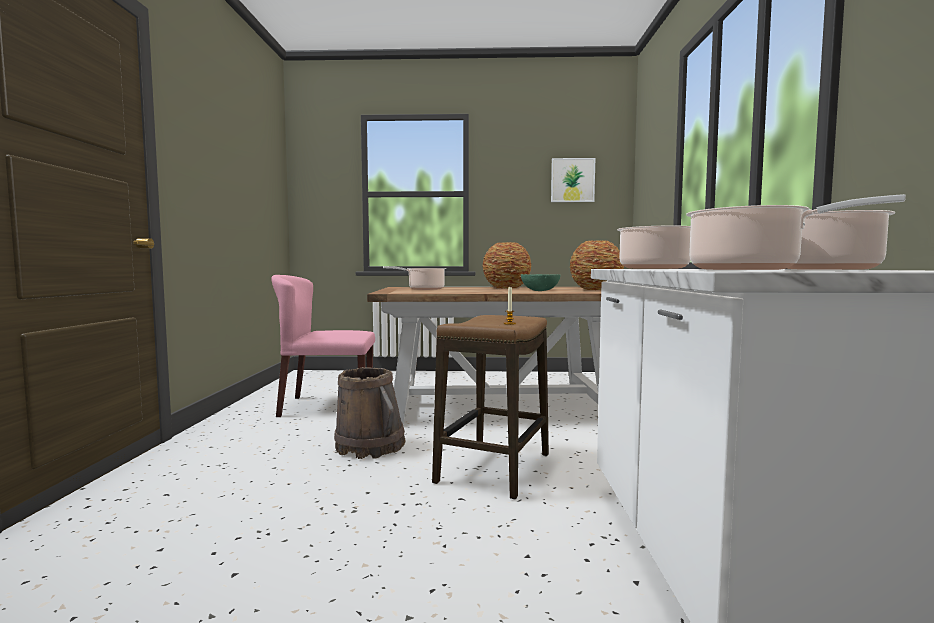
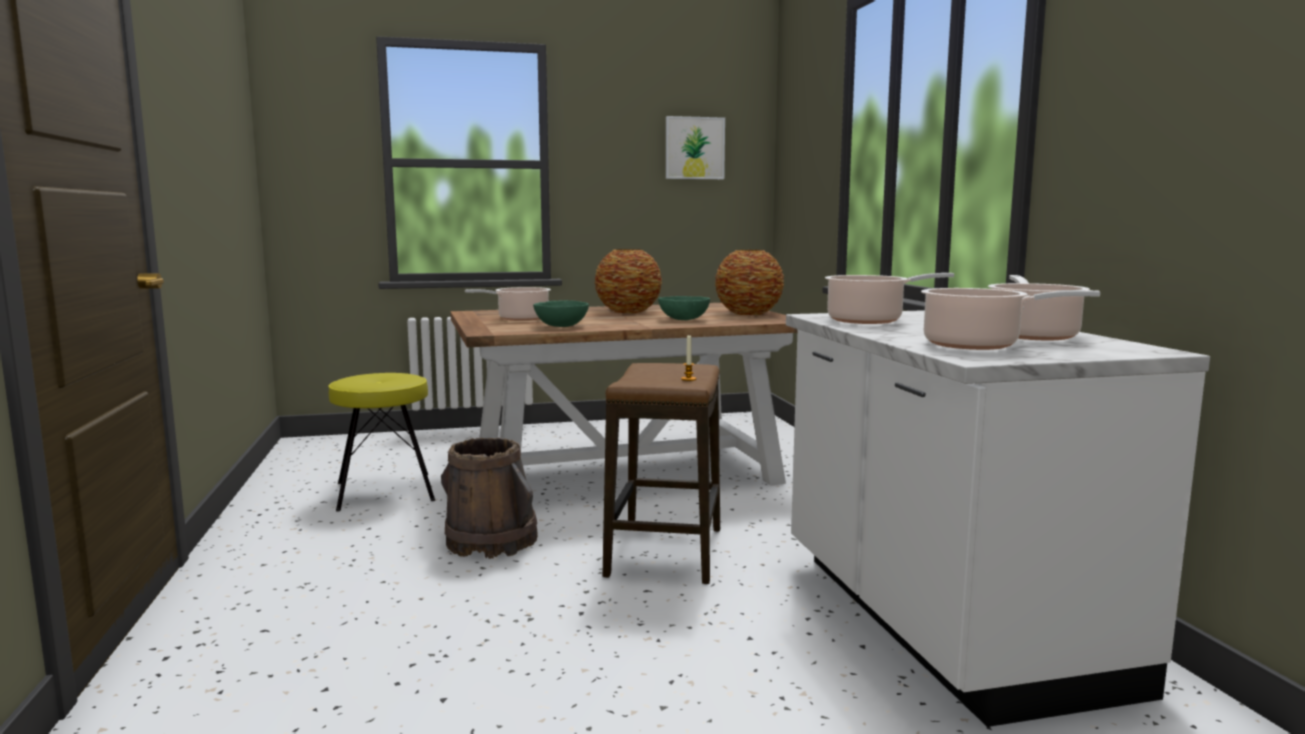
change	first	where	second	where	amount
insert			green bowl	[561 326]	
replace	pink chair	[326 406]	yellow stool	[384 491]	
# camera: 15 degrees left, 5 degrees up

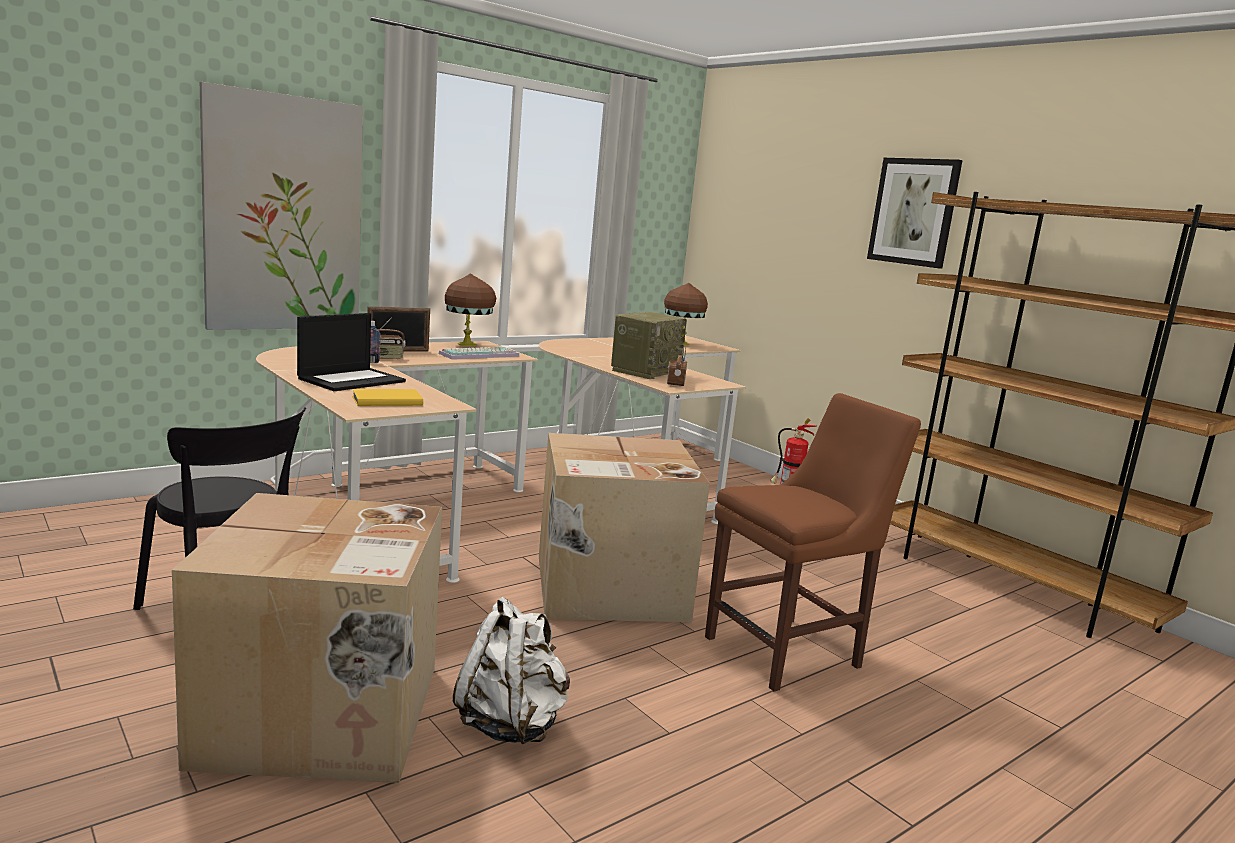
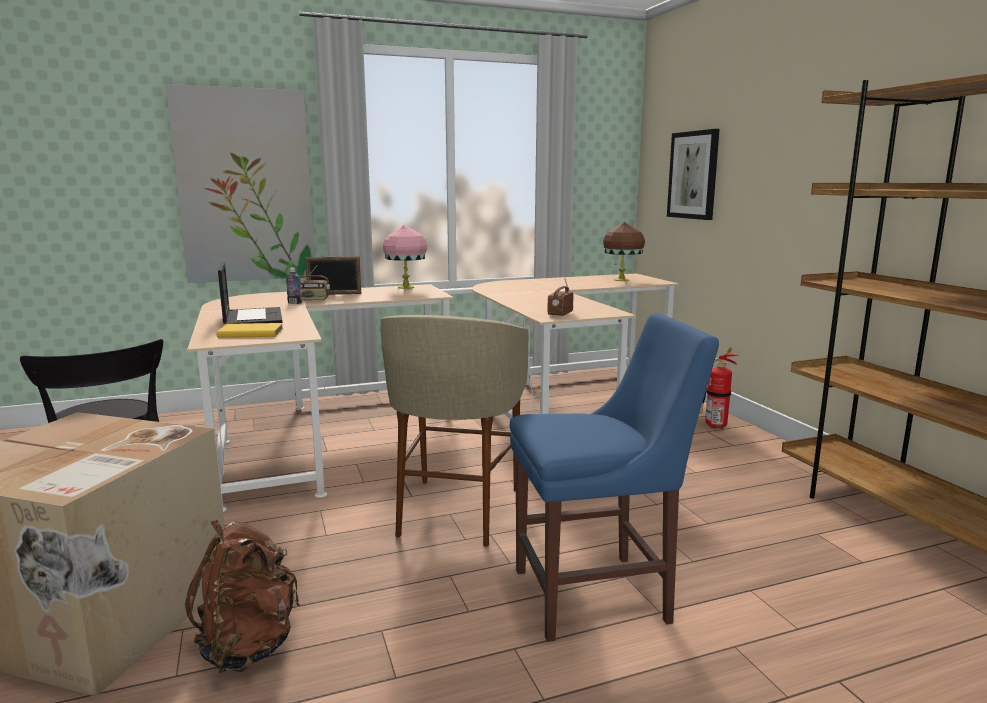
change	first	where	second	where	amount
delete	keyboard	[479 354]			
delete	radio	[646 371]			
move	picture	[914 212]		[693 175]	
replace	cardboard box	[608 588]	beige stool	[456 511]	
recolor	brown table lamp	[467 344]	pink table lamp	[407 287]	
recolor	white backpack	[511 723]	brown backpack	[249 645]	
recolor	brown chair	[789 651]	blue chair	[598 595]	
rotate	laptop	[352 380]		[252 317]	75 degrees counterclockwise
# camera: 20 degrees right, 0 degrees up

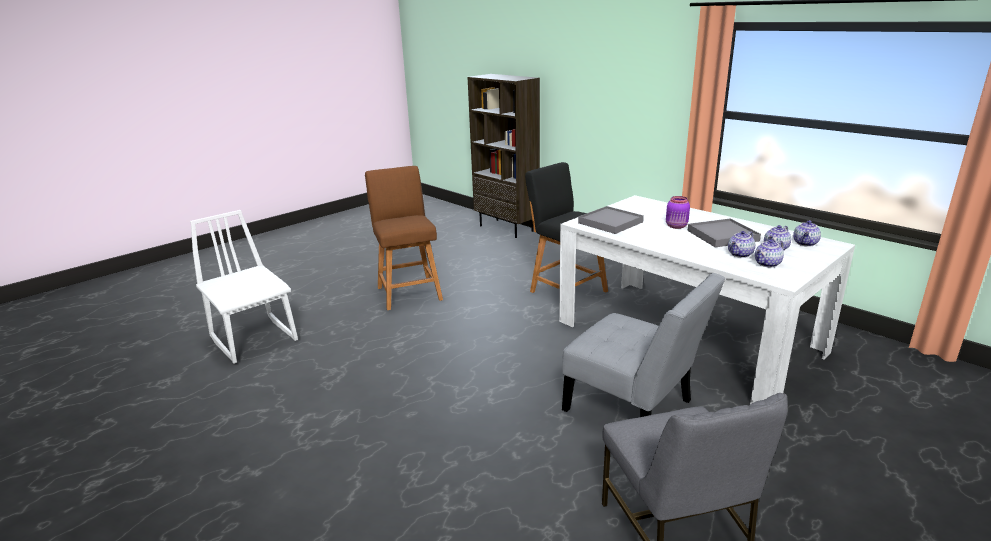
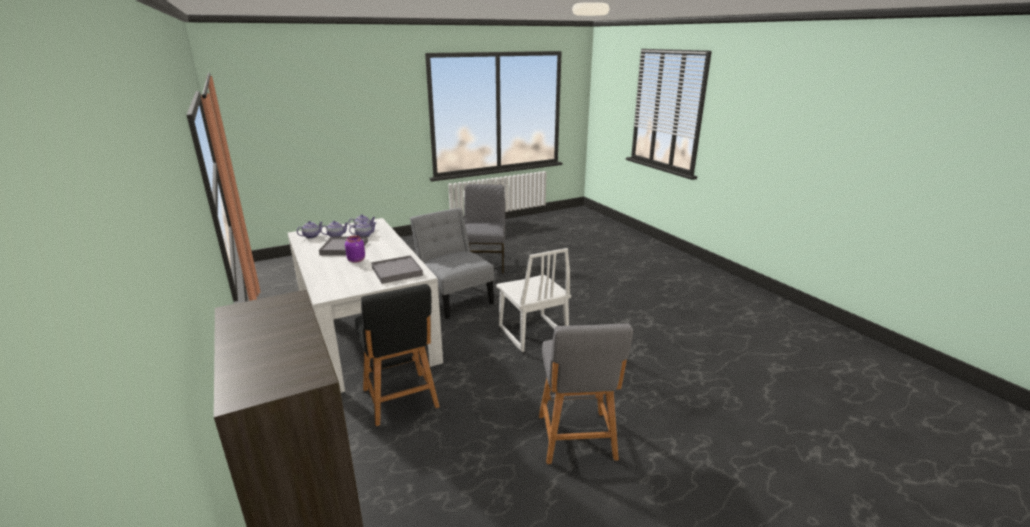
change	first	where	second	where	amount
move	white chair	[255 339]		[532 333]	
recolor	brown stool	[408 292]	grey stool	[577 440]	
# camera: 165 degrees left, 0 degrees up

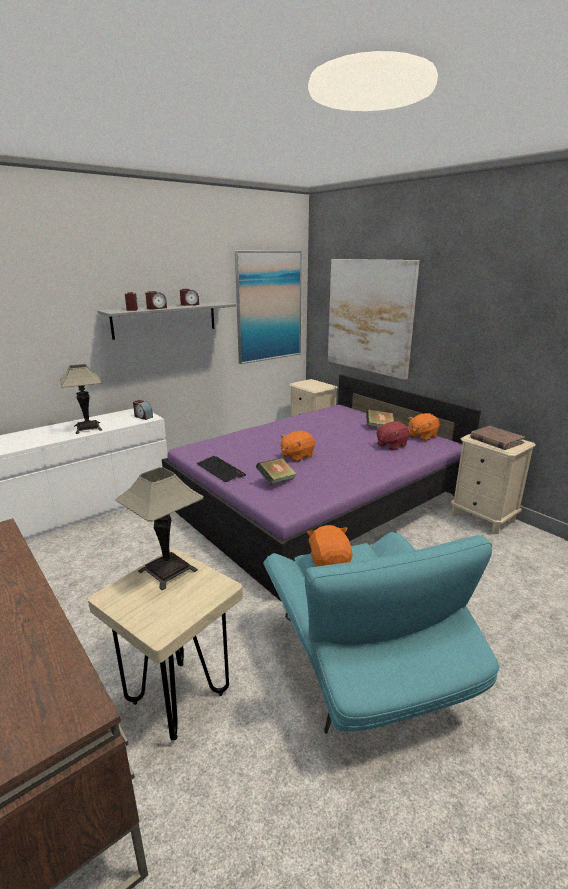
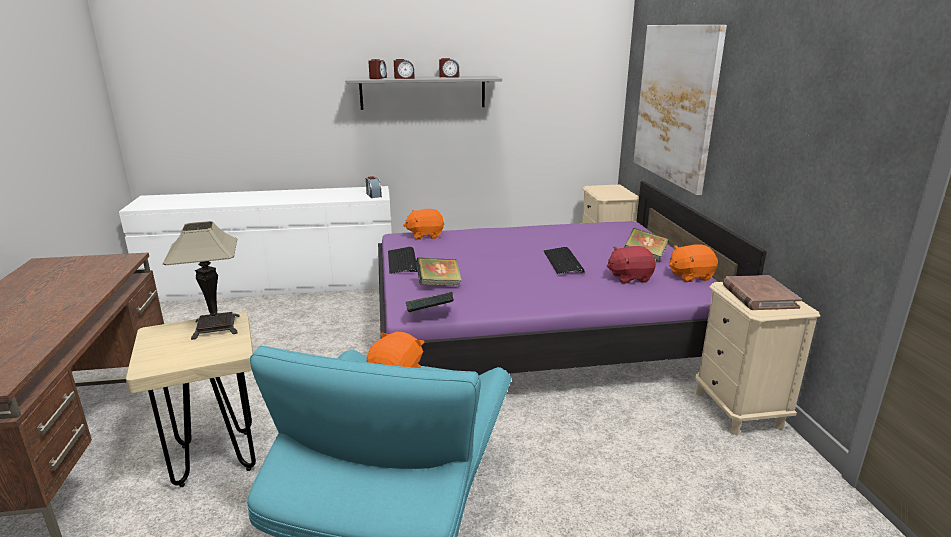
change	first	where	second	where	amount
delete	table lamp	[88 428]			
delete	picture	[269 306]			
insert			book	[430 316]	
insert			keyboard	[563 261]	
move	orange plush toy	[296 456]		[425 235]	
# camera: 30 degrees right, 0 degrees up

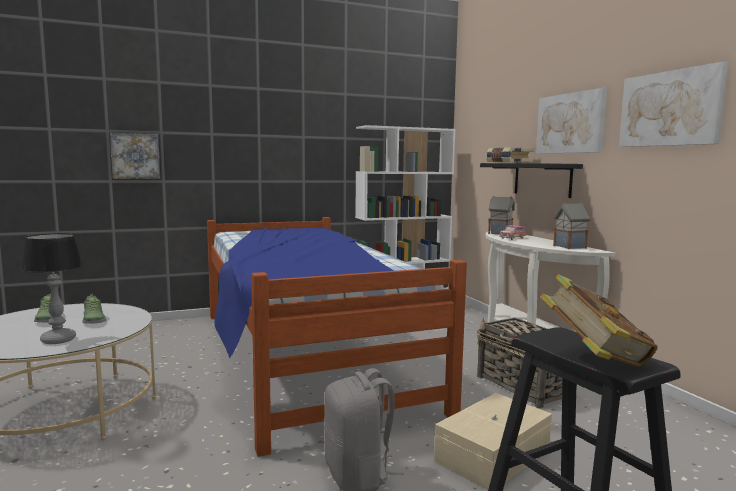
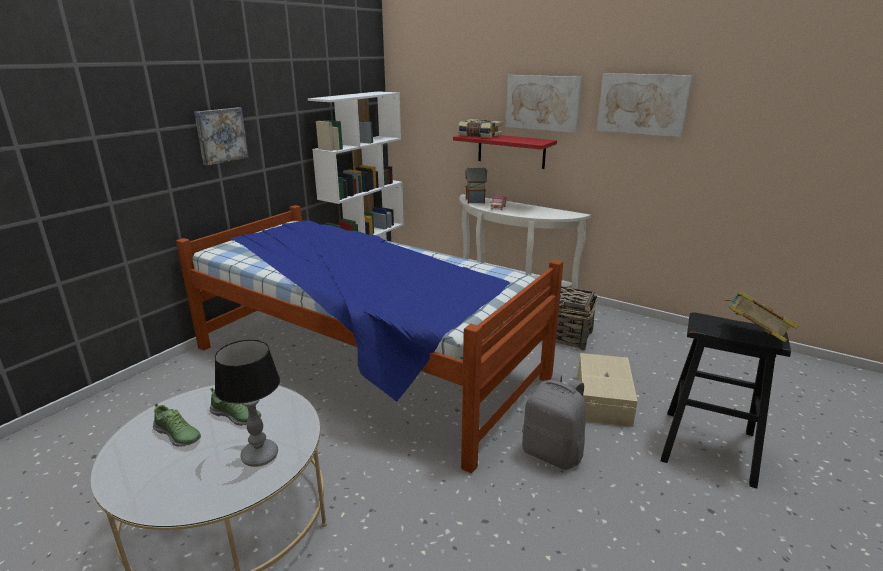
change	first	where	second	where	amount
delete	toy house	[570 247]			
move	picture	[135 156]		[220 135]	
recolor	black shelf	[542 179]	red shelf	[511 150]	
# camera: 35 degrees left, 15 degrees up

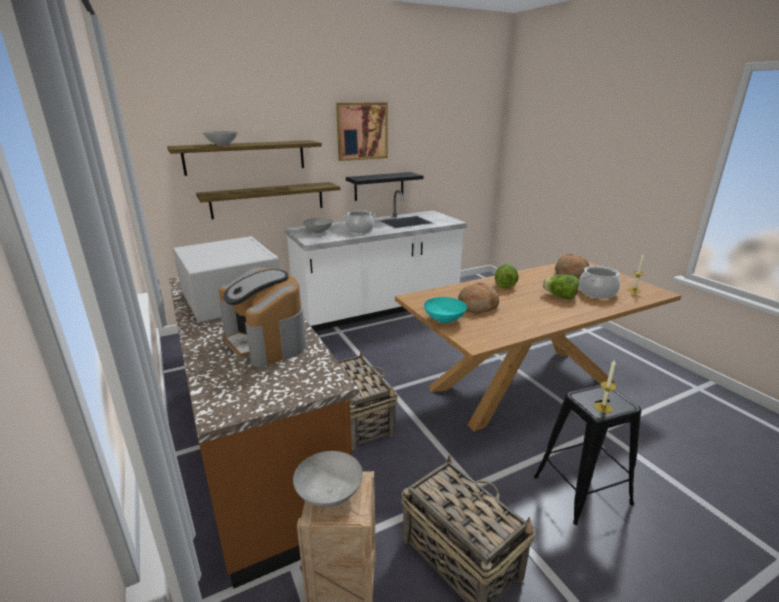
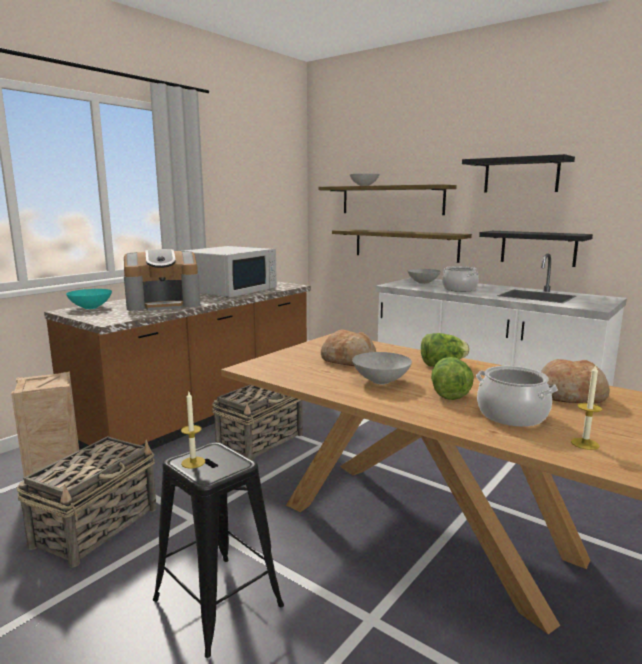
change	first	where	second	where	amount
move	grey bowl	[328 493]		[381 381]	
move	turquoise bowl	[443 320]		[91 307]	
replace	picture	[362 131]	black shelf	[521 175]	
rotate	coffee machine	[266 341]		[164 304]	135 degrees counterclockwise
# camera: 65 degrees right, 10 degrees down

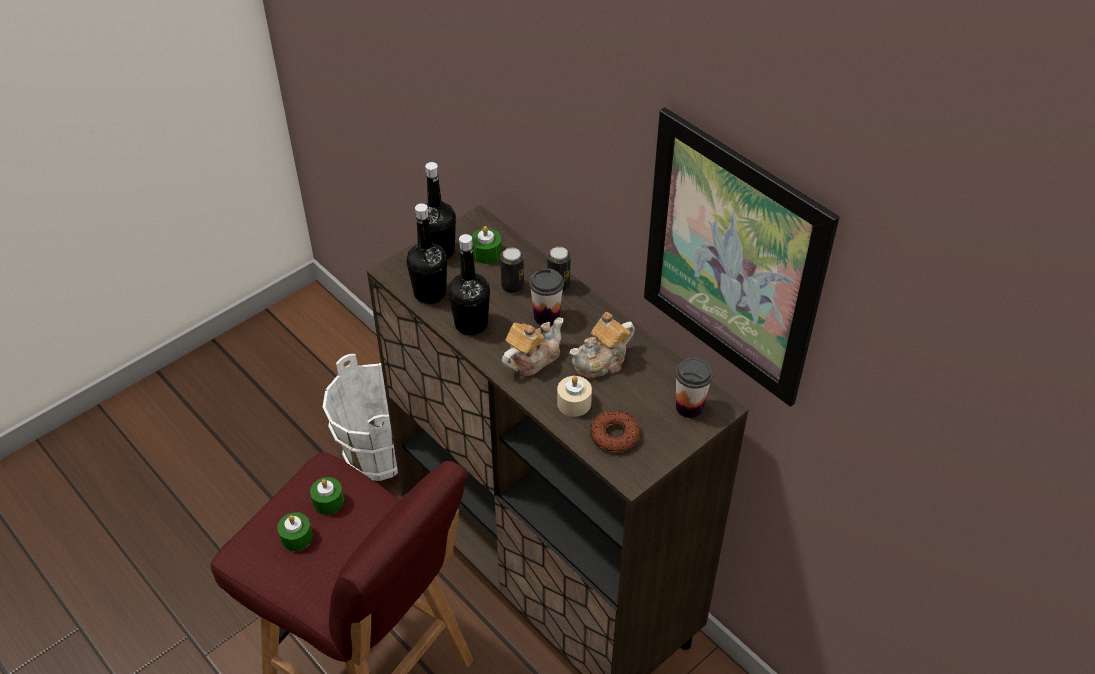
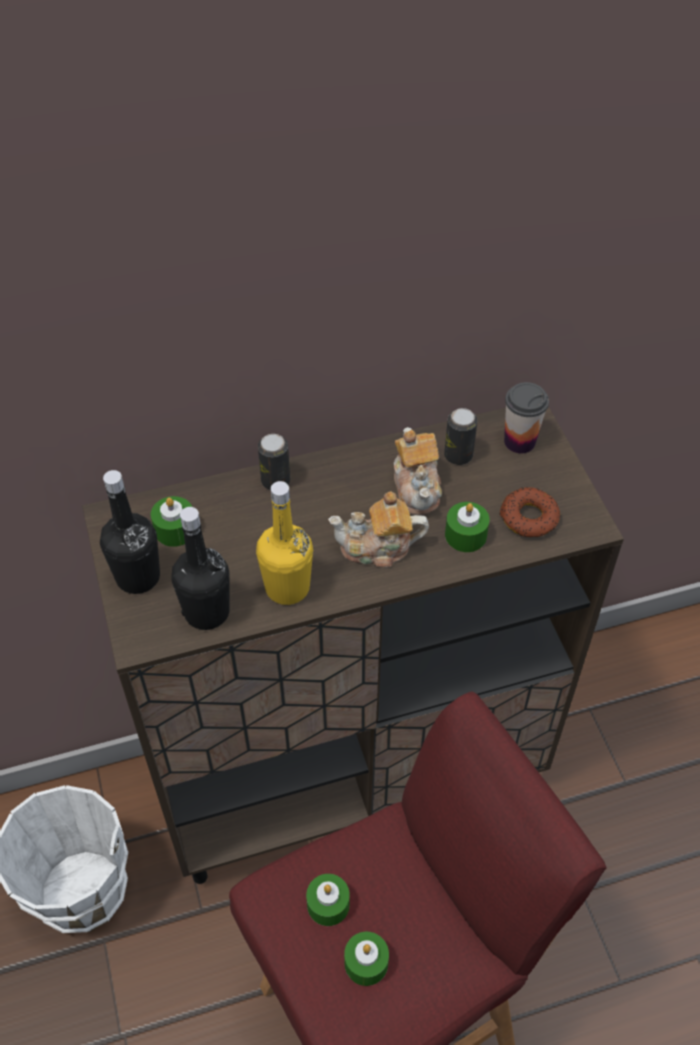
change	first	where	second	where	amount
delete	cup	[546 317]			
delete	picture	[732 260]			
move	can	[512 286]		[458 455]	
recolor	black bottle	[471 324]	yellow bottle	[287 587]	
recolor	beige candle	[574 403]	green candle	[465 535]	
rotate	teapot	[532 358]		[377 548]	75 degrees counterclockwise
# camera: 65 degrees left, 5 degrees up

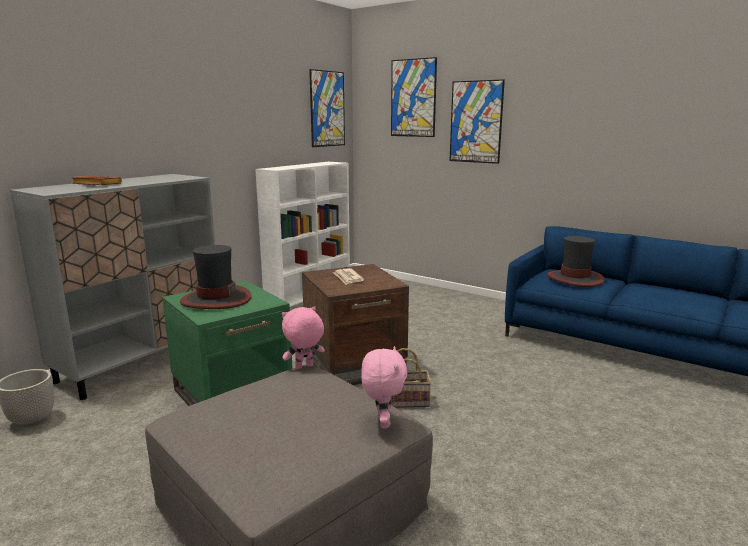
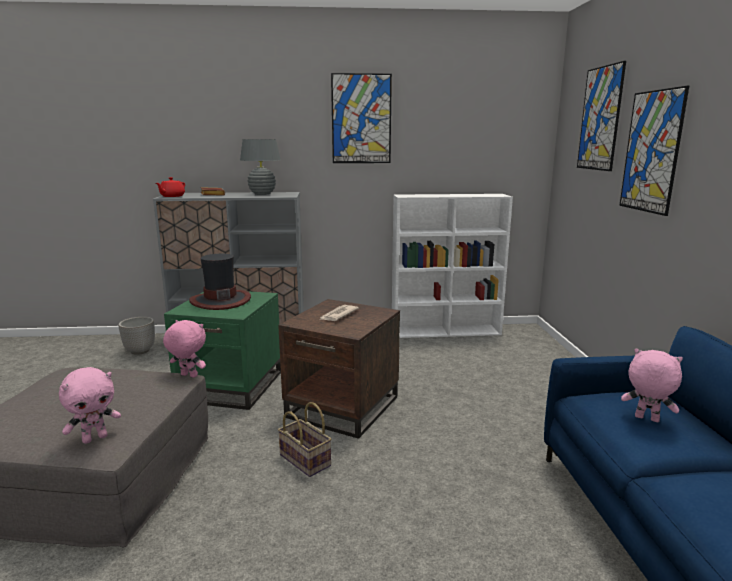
change	first	where	second	where	amount
insert			red teapot	[172 196]	
insert			grey table lamp	[262 194]	
move	picture	[327 109]		[361 119]	
replace	hat	[575 279]	pink plush toy	[646 419]	
# camera: 50 degrees right, 0 degrees up

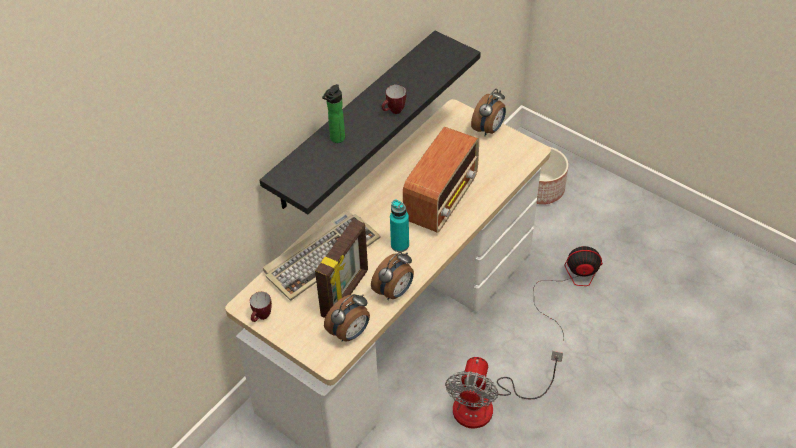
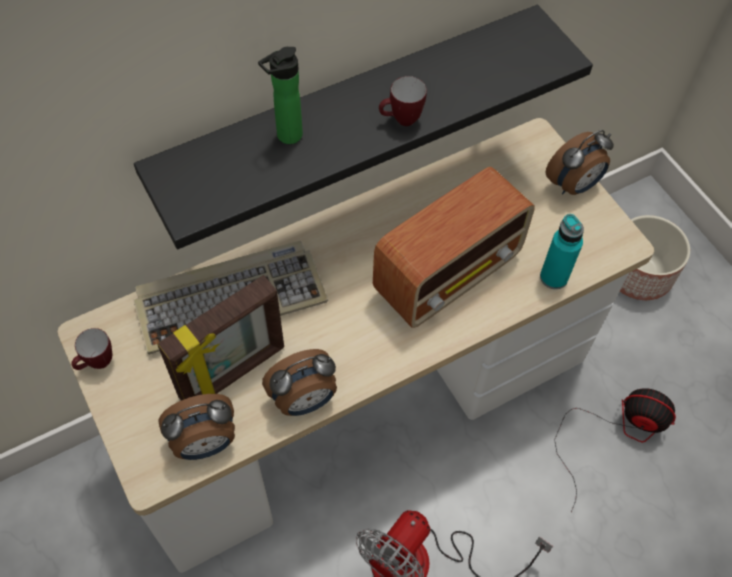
change	first	where	second	where	amount
move	turquoise bottle	[400 245]		[553 277]	
# camera: 20 degrees right, 10 degrees up

